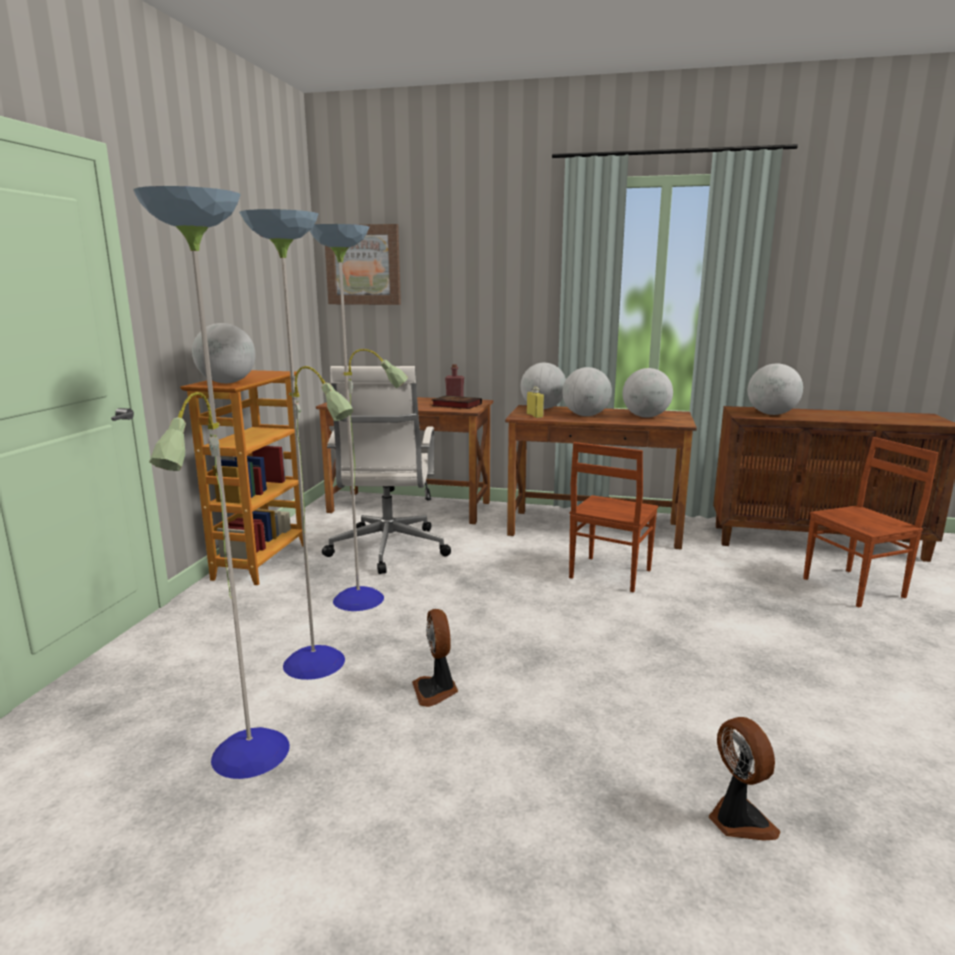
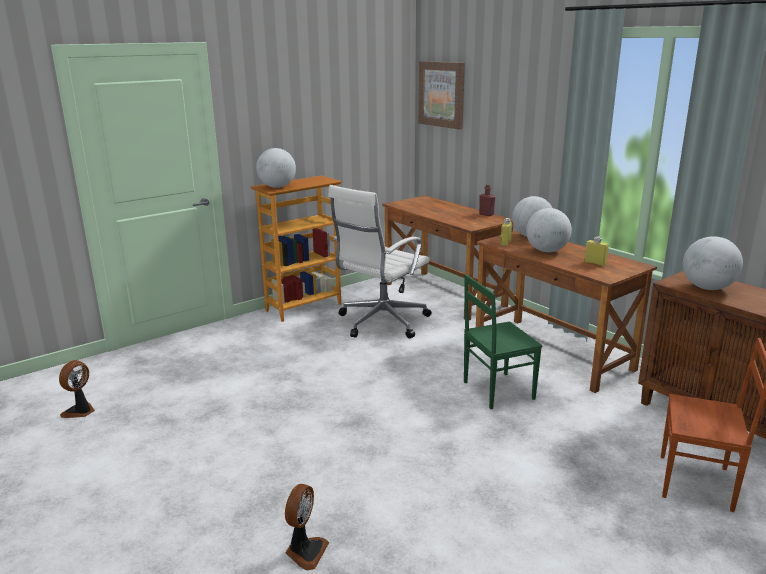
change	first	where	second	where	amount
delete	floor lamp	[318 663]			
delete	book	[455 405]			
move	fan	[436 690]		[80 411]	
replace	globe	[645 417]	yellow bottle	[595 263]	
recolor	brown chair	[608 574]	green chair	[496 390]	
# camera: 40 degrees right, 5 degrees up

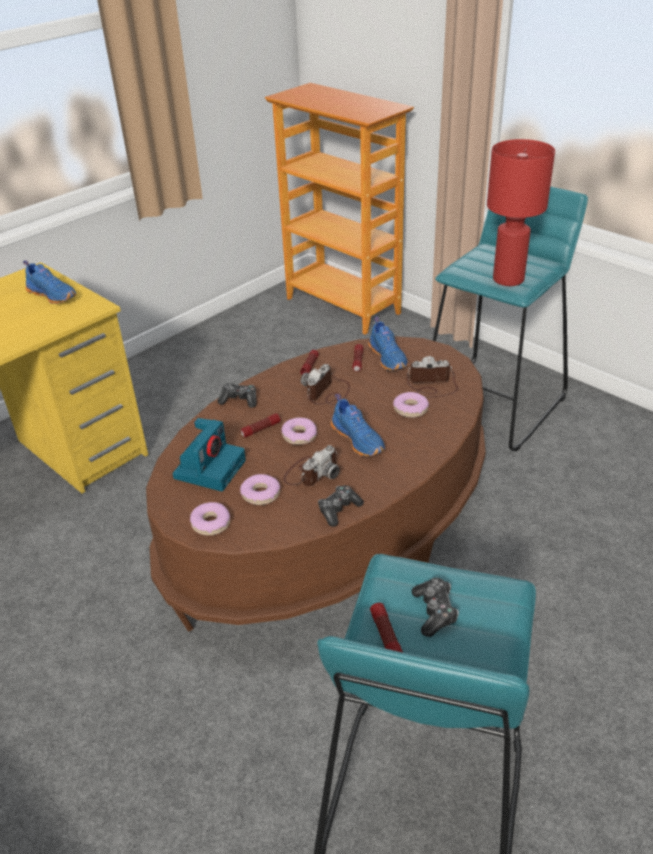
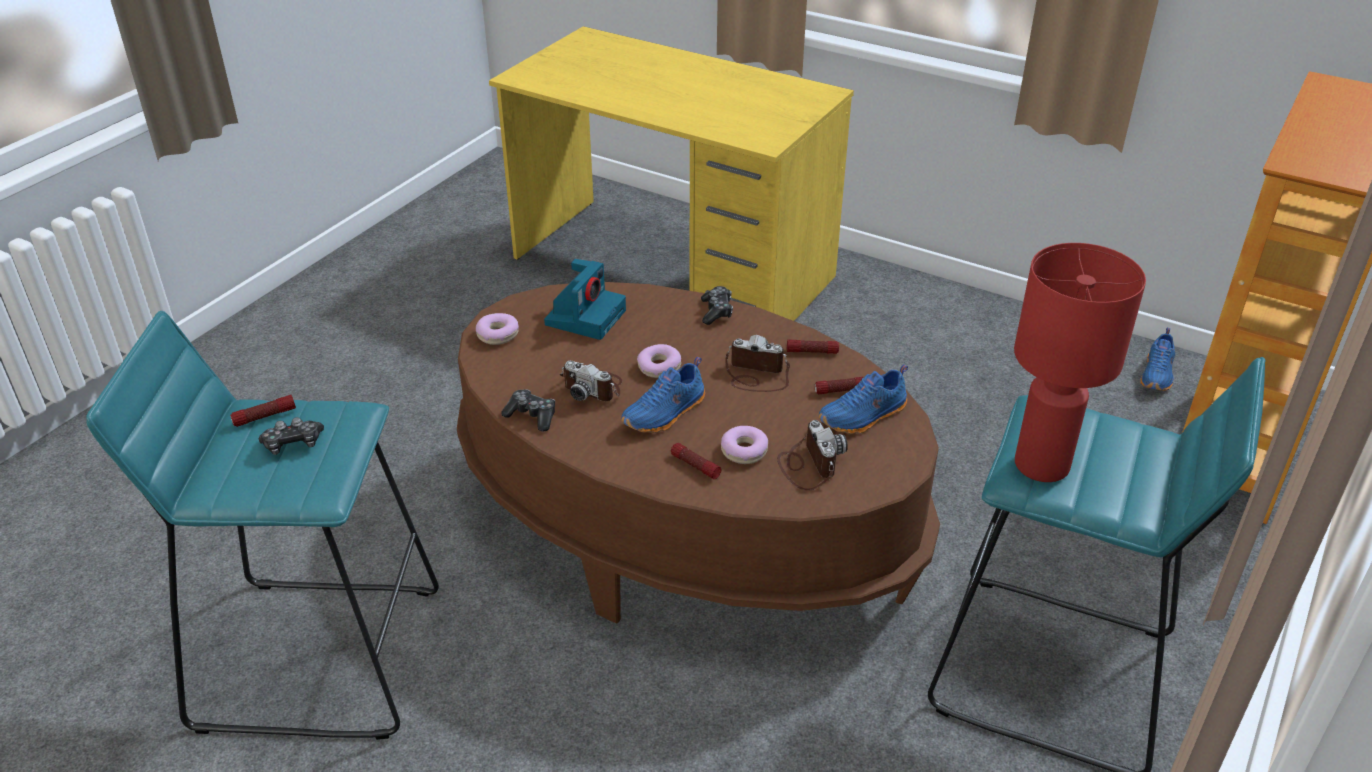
change	first	where	second	where	amount
delete	donut	[261 494]			
move	blue shoe	[53 295]		[1157 375]	
move	flashlight	[261 429]		[695 466]	
rotate	photo camera	[210 468]		[585 316]	75 degrees counterclockwise
# camera: 75 degrees right, 0 degrees up

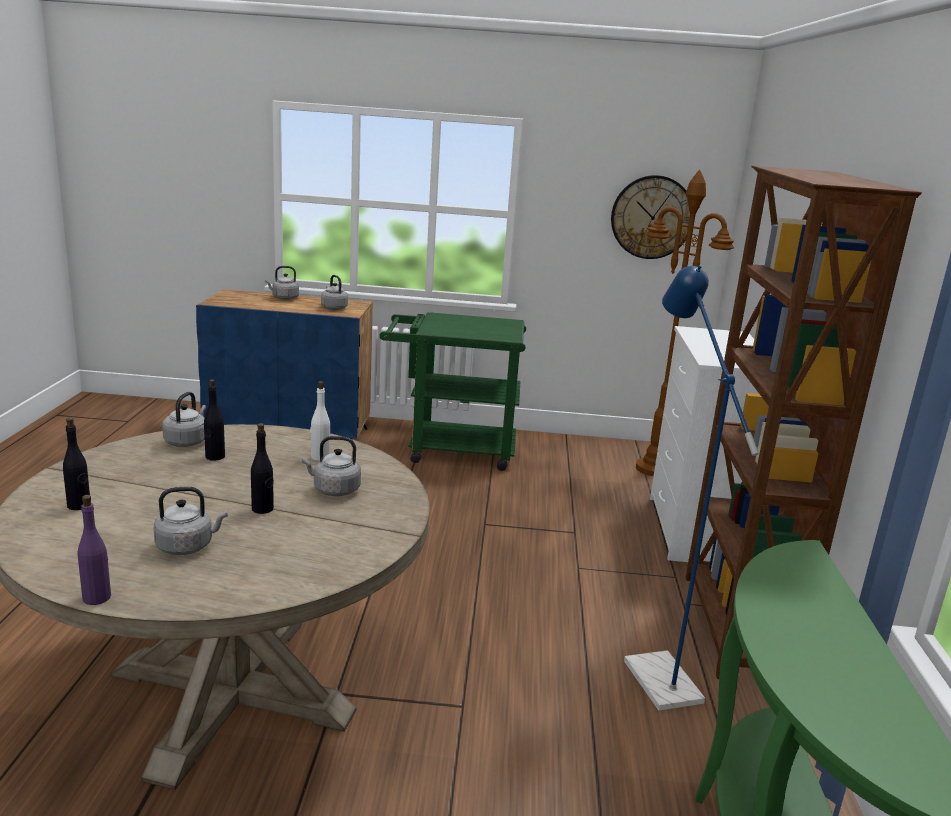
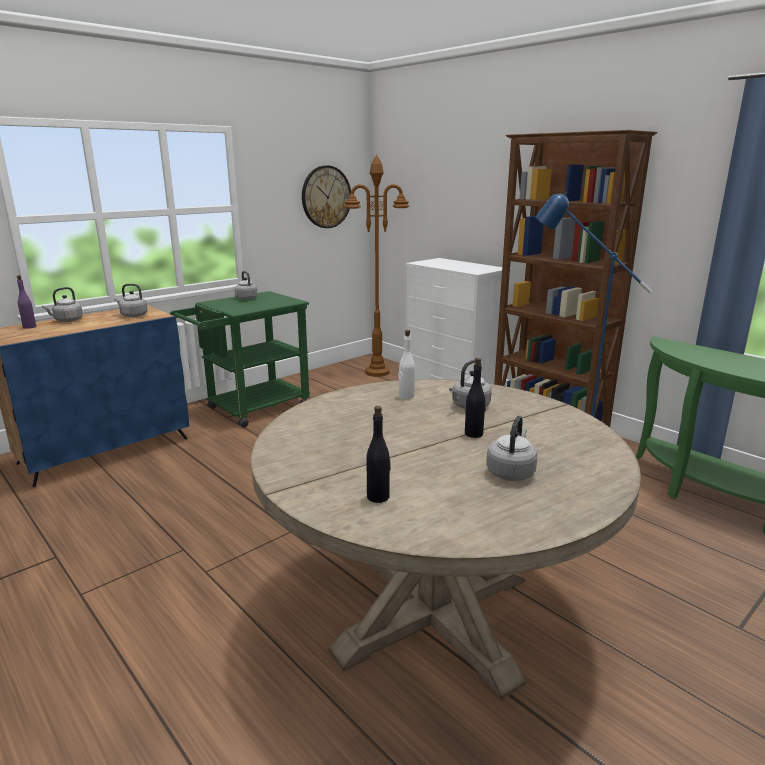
change	first	where	second	where	amount
delete	black bottle	[215 457]			
move	purple bottle	[97 597]		[29 327]	
move	grey kettle	[187 441]		[246 298]	
# camera: 45 degrees left, 0 degrees up

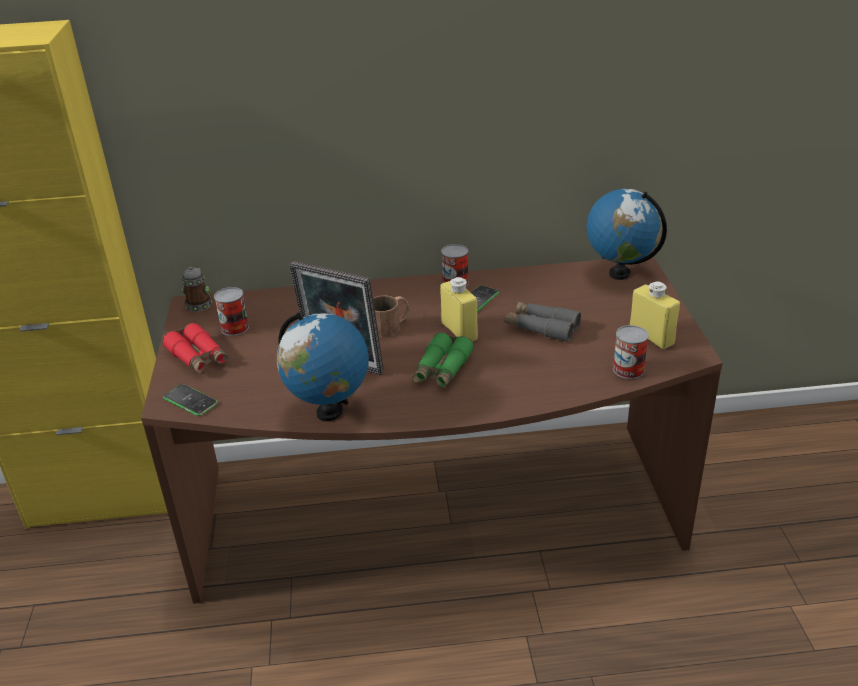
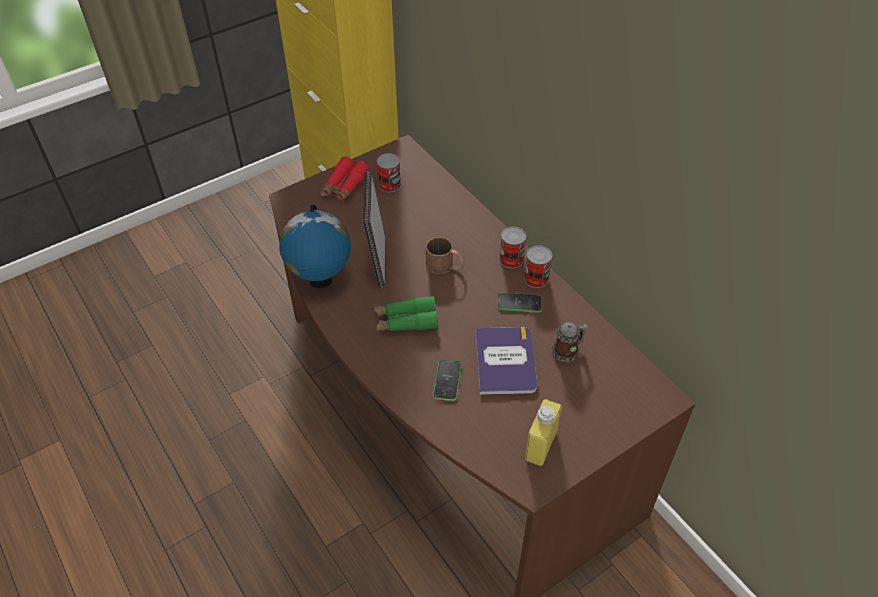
change	first	where	second	where	amount
delete	yellow bottle	[459 331]			
delete	globe	[619 273]			
move	phone	[190 401]		[447 380]	
move	mug	[199 303]		[567 351]	
move	can	[628 369]		[511 259]	
replace	grey binoculars	[541 327]	book	[505 361]	
# camera: 60 degrees right, 15 degrees up

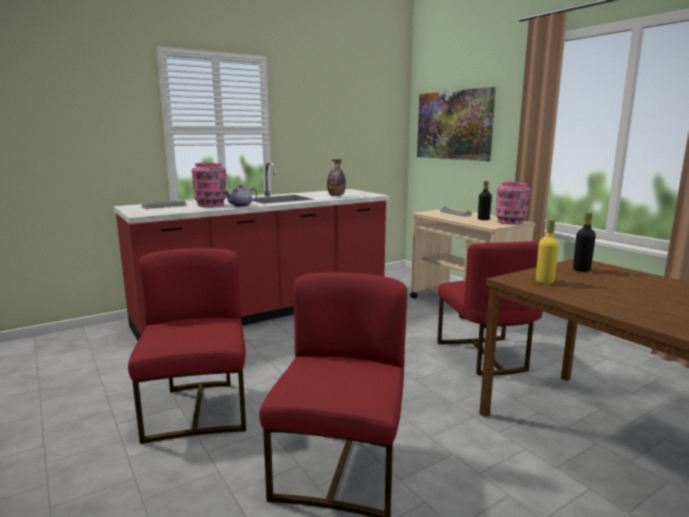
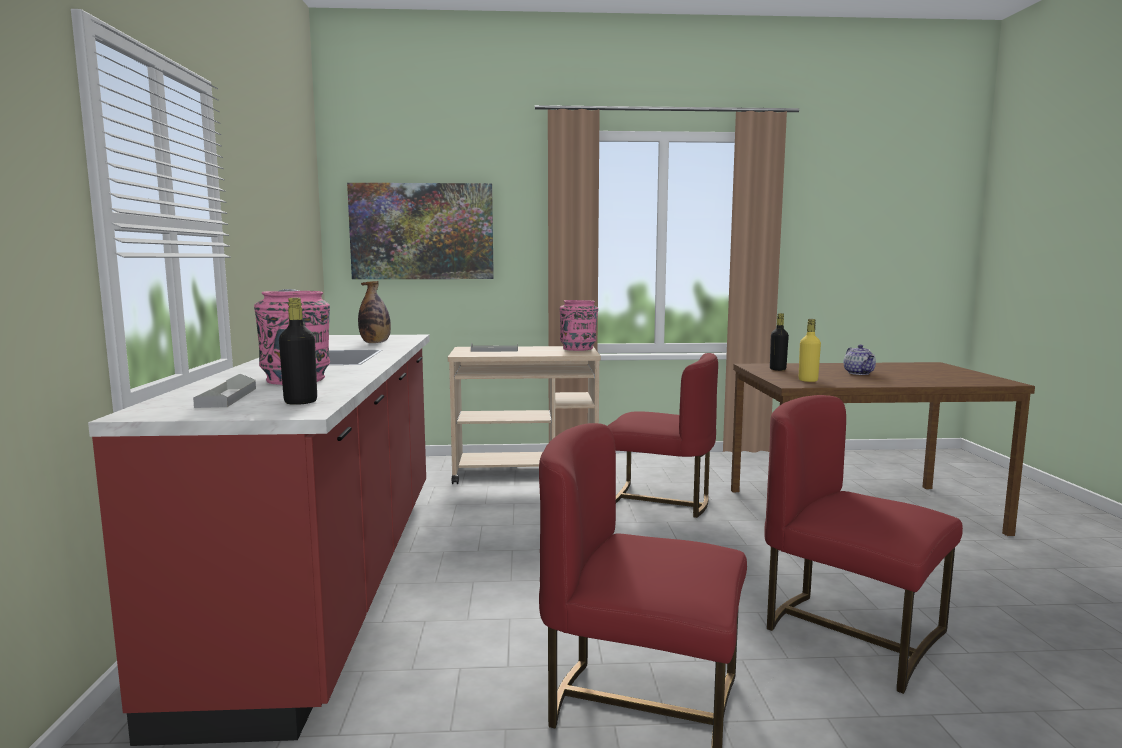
change	first	where	second	where	amount
move	teapot	[241 205]		[859 373]	
move	black bottle	[483 219]		[300 402]	
# camera: 60 degrees left, 5 degrees down

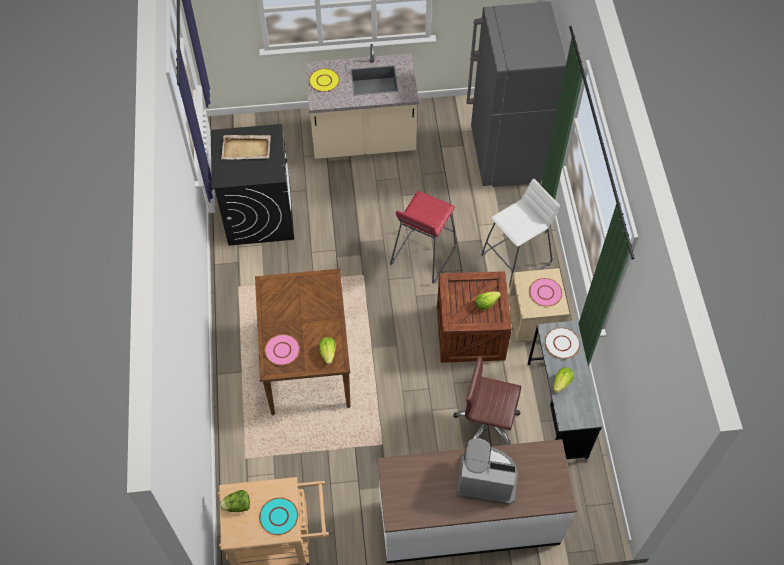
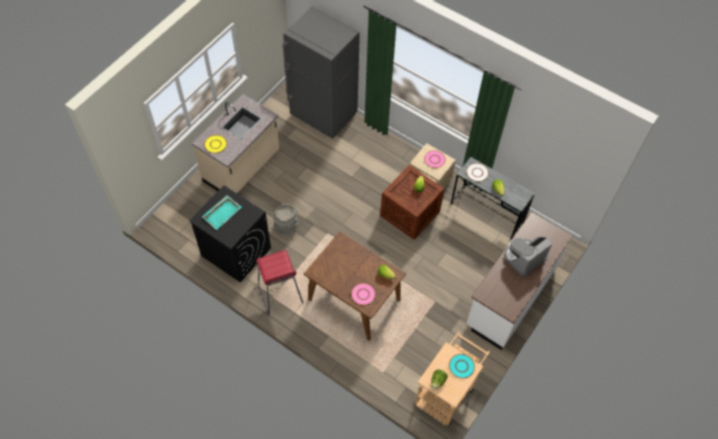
change	first	where	second	where	amount
delete	brown office chair	[487 424]			
delete	white stool	[517 258]			
insert			grey bucket	[286 226]	
move	red stool	[422 255]		[280 293]	
recolor	beige tray	[247 148]	turquoise tray	[222 213]	
# camera: 50 degrees left, 0 degrees up

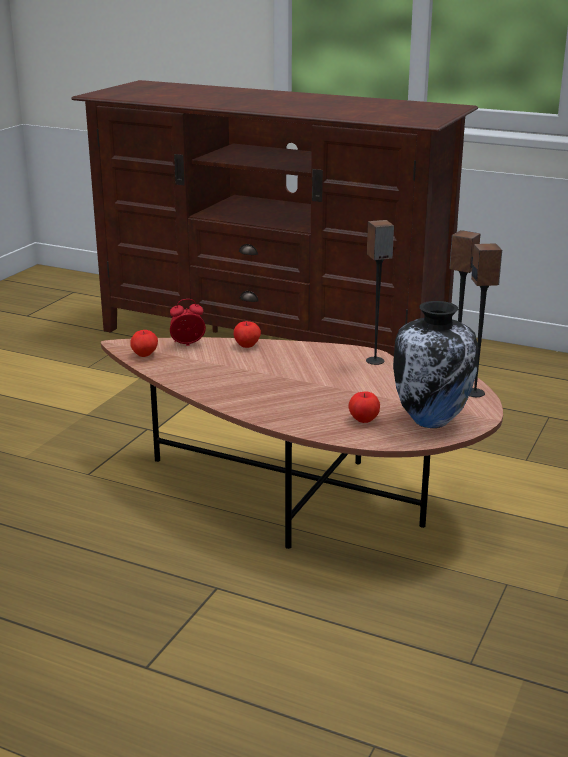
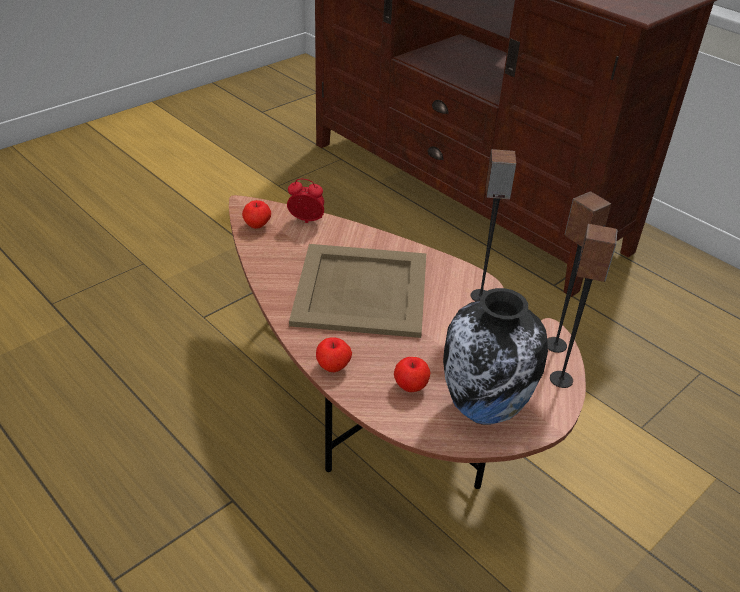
change	first	where	second	where	amount
insert			beige tray	[362 291]	
move	apple	[247 345]		[333 366]	
# camera: 20 degrees right, 15 degrees up

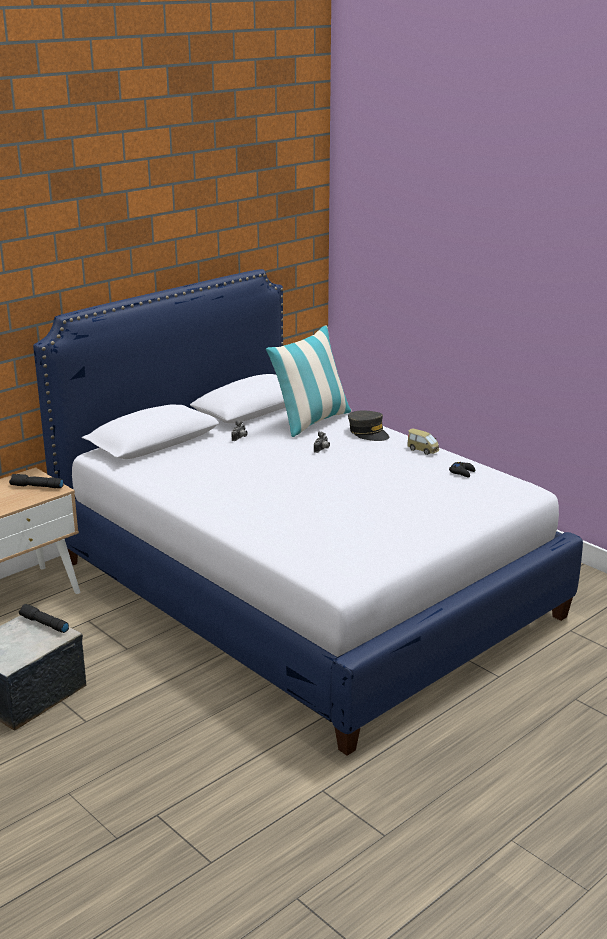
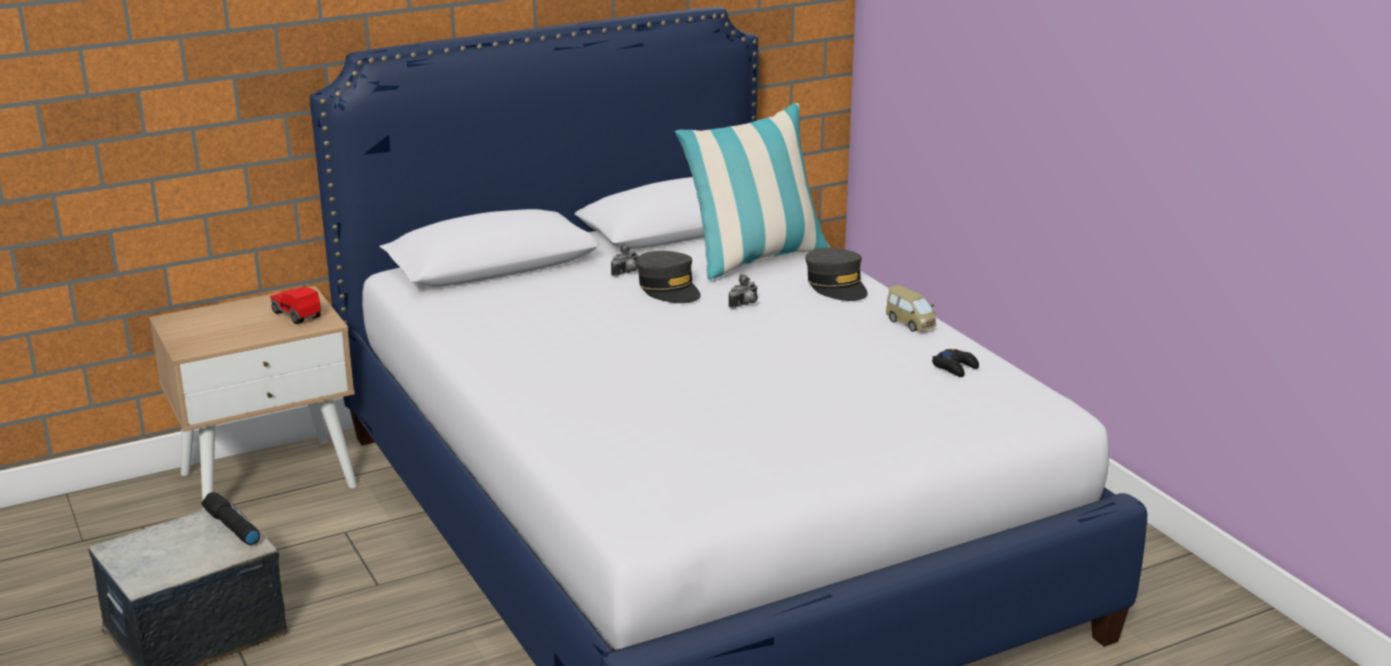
change	first	where	second	where	amount
insert			grey cap	[668 289]	
replace	black flashlight	[36 487]	toy car	[296 315]	
# camera: 15 degrees right, 0 degrees up

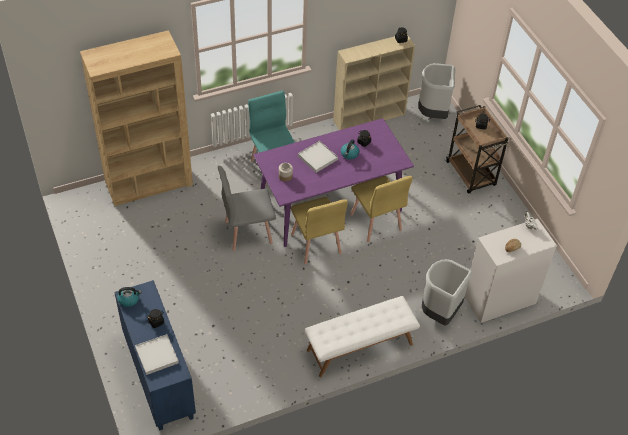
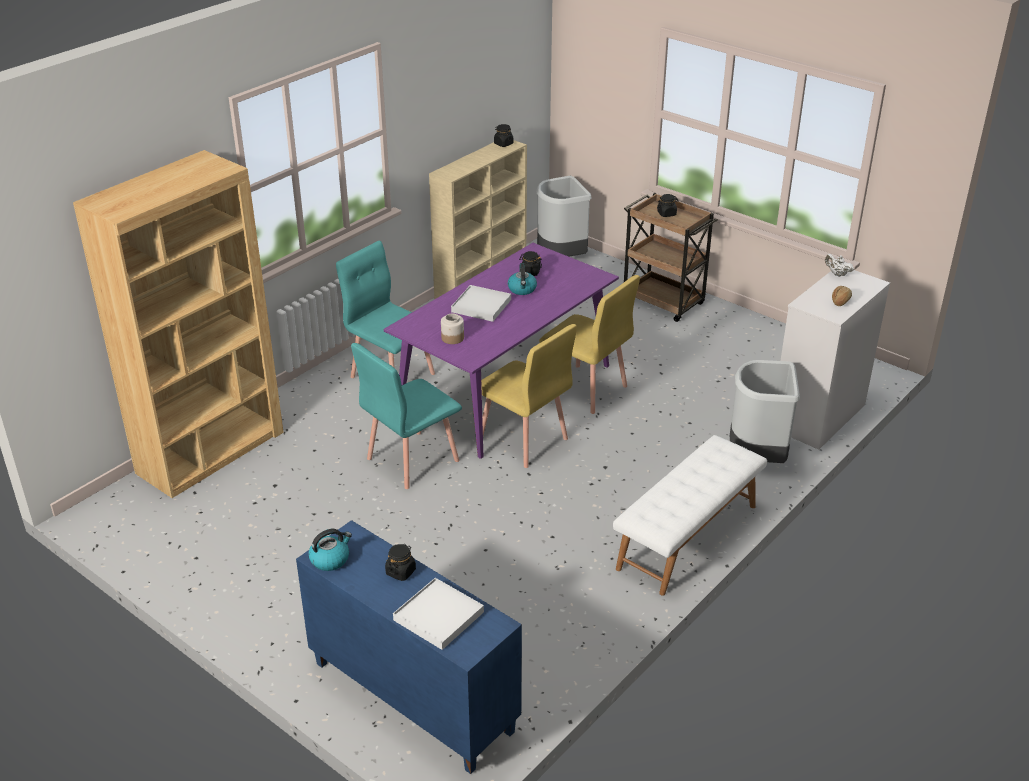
change	first	where	second	where	amount
recolor	grey chair	[247 232]	turquoise chair	[411 459]	
# camera: 25 degrees left, 15 degrees down

